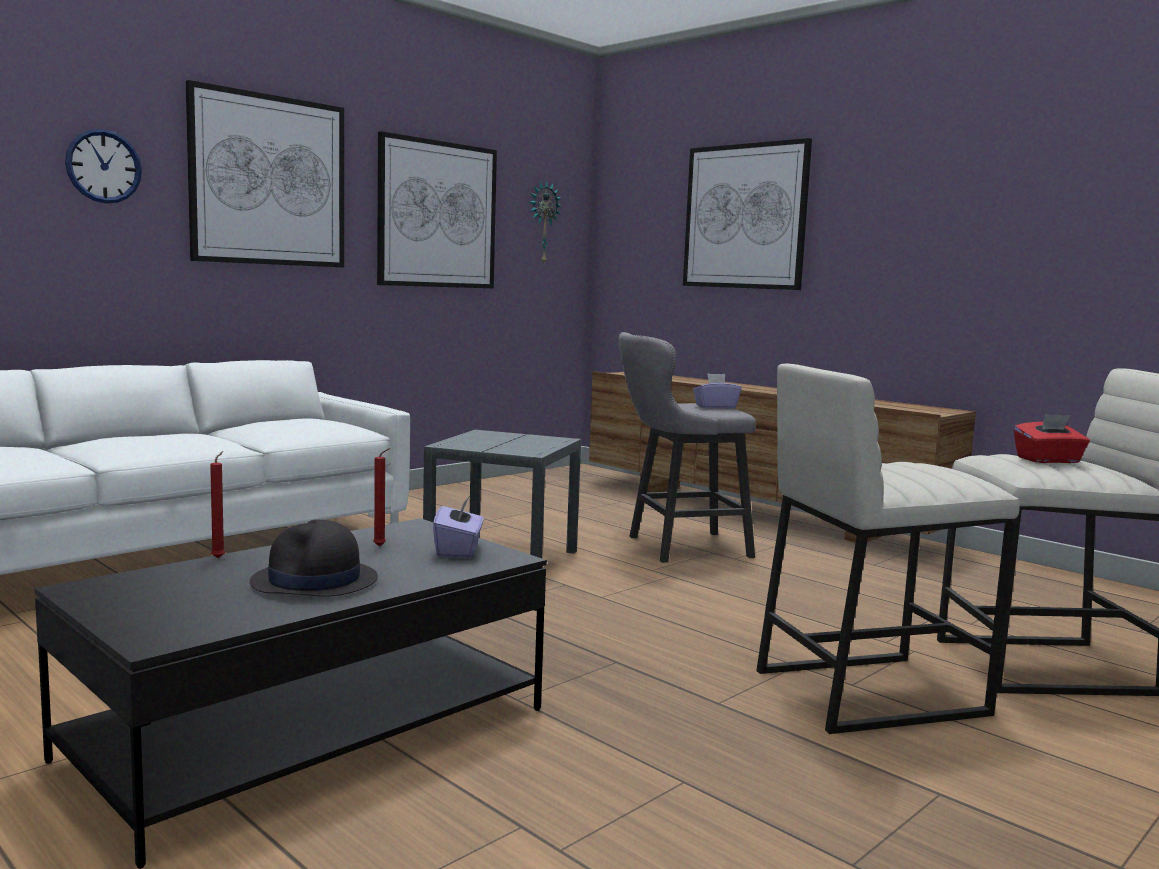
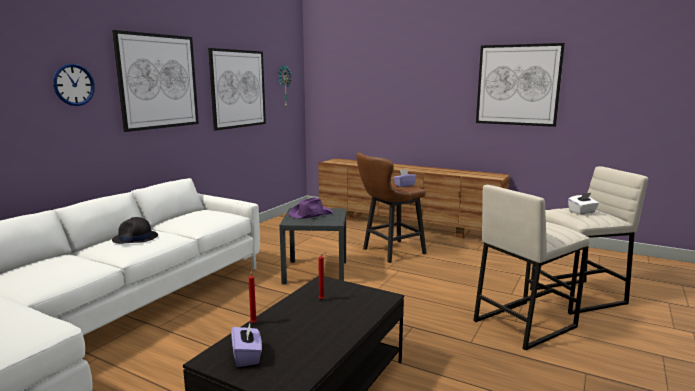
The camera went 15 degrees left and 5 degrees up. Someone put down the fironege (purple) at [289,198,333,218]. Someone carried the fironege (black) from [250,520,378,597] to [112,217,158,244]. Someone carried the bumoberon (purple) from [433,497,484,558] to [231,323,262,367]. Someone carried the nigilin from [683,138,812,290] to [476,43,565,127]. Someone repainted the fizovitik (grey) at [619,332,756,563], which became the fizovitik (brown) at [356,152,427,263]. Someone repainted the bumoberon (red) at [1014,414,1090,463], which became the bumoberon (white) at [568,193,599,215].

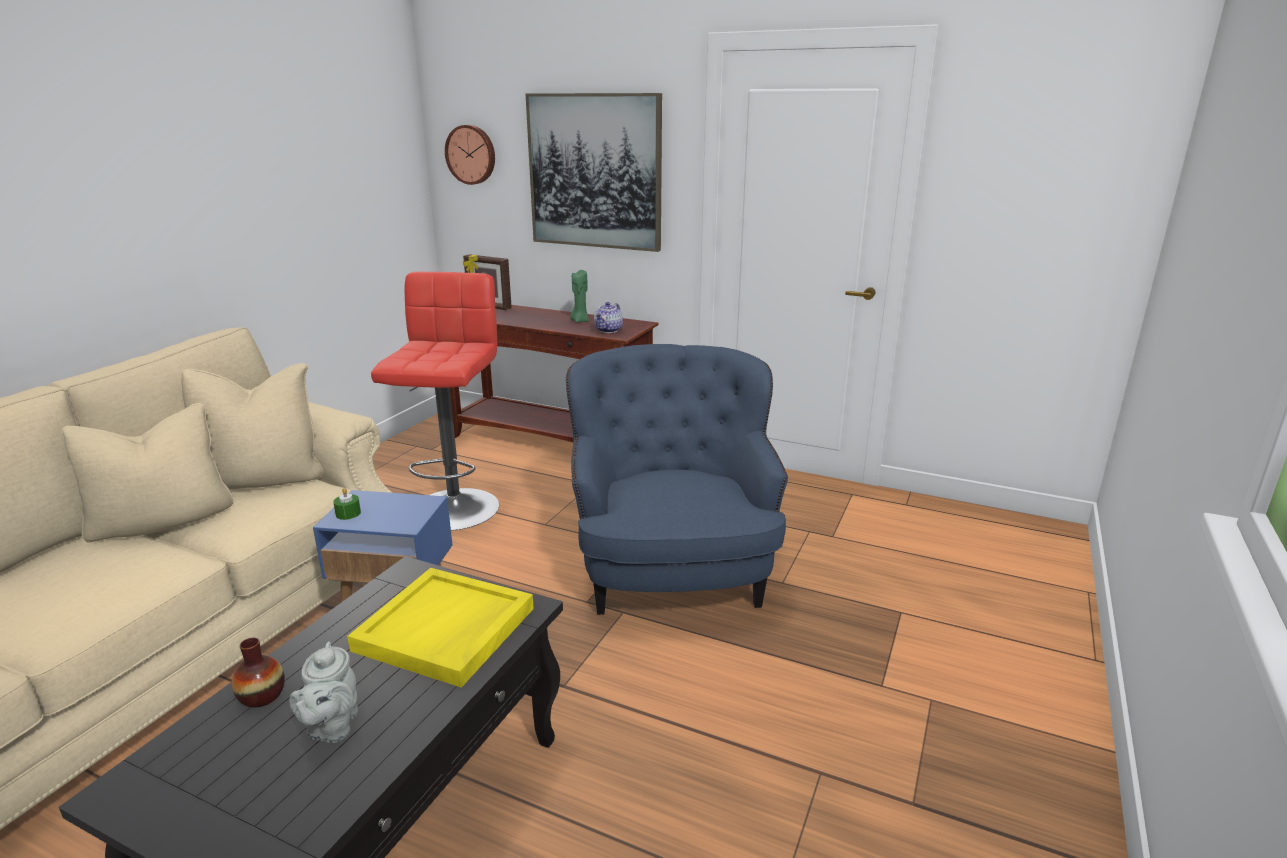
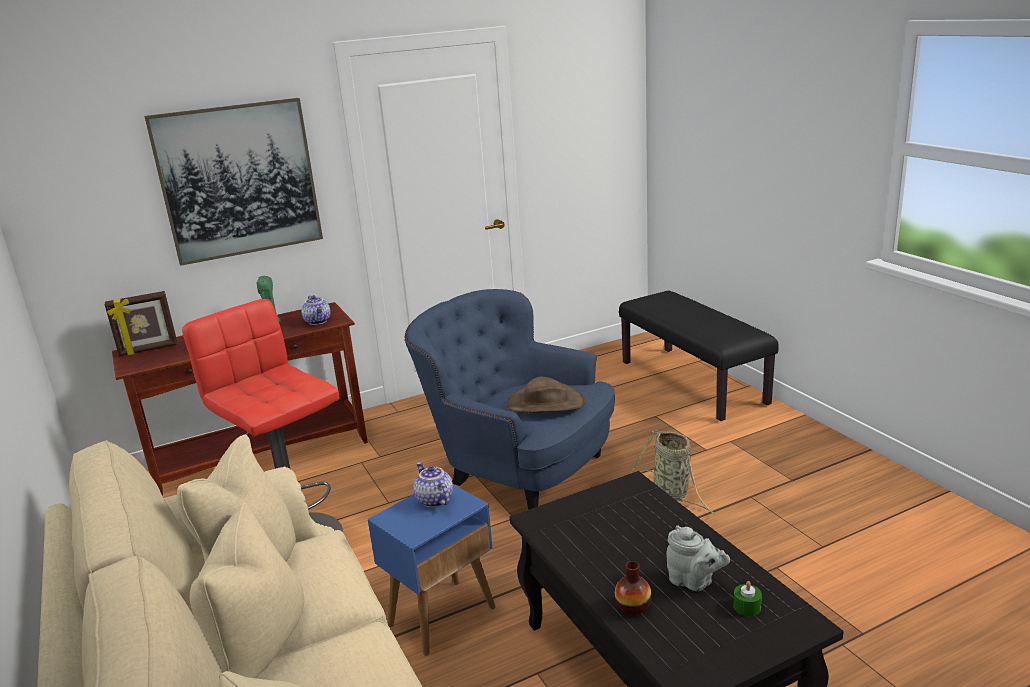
The camera went 50 degrees left and 0 degrees up. Someone took away the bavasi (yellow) at [347,568,534,688]. Someone took away the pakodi at [445,125,495,185]. Someone put down the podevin at [414,462,453,508]. Someone put down the fironege (brown) at [507,377,585,412]. Someone put down the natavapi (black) at [619,291,779,421]. Someone put down the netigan at [630,430,715,513]. Someone carried the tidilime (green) from [333,488,361,520] to [733,581,762,616].

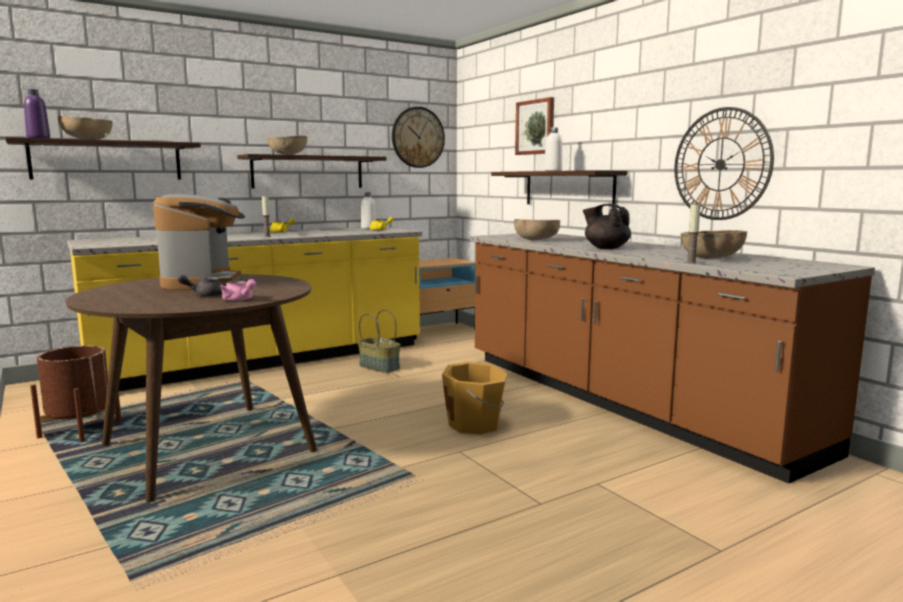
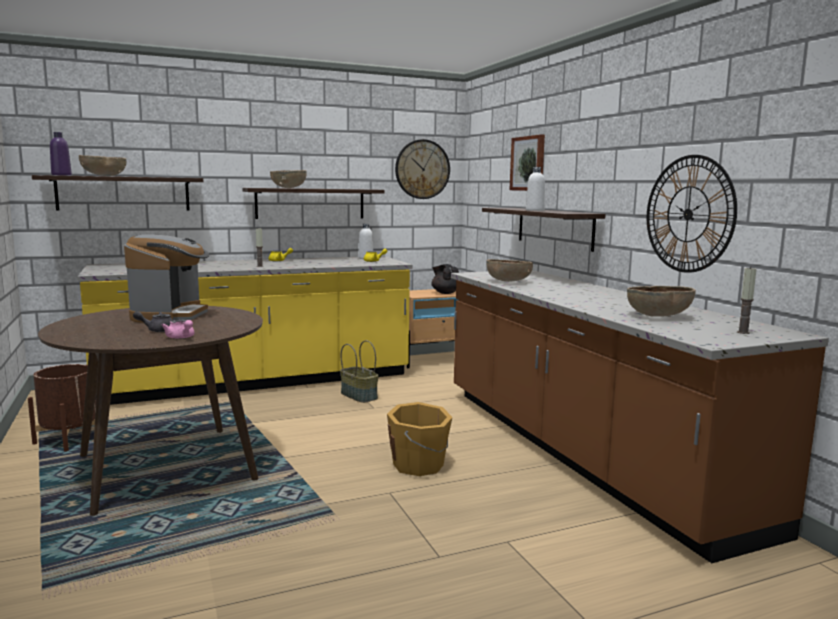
The camera went 10 degrees right and 0 degrees up. Someone carried the podevin (black) from [583,204,631,249] to [431,264,459,294]. Someone carried the tidilime from [686,203,701,264] to [737,267,756,334].

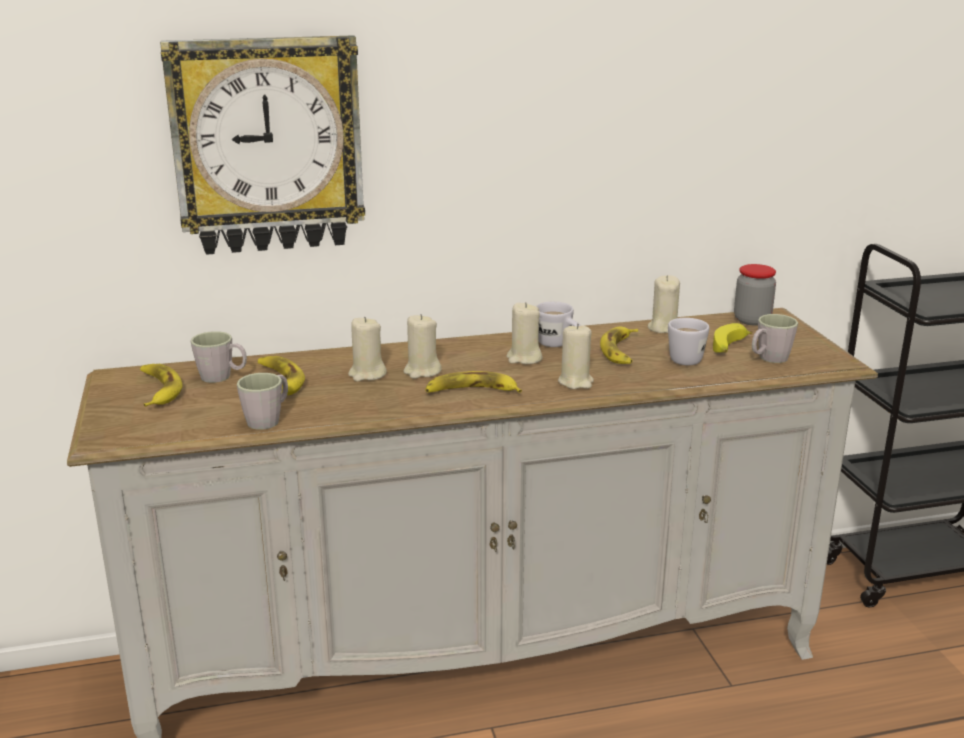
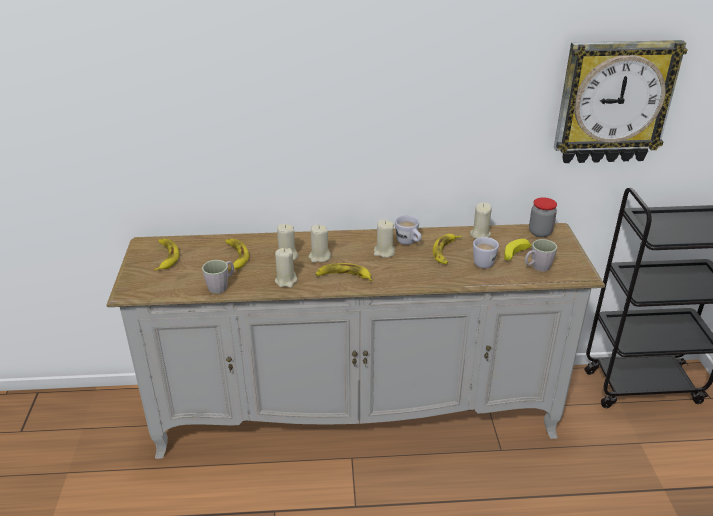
The camera went 10 degrees right and 10 degrees up. Someone took away the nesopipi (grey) at [190,331,247,383]. Someone carried the pakodi from [160,35,365,255] to [554,40,688,163]. Someone carried the tidilime (beige) from [558,323,594,389] to [275,248,297,287].

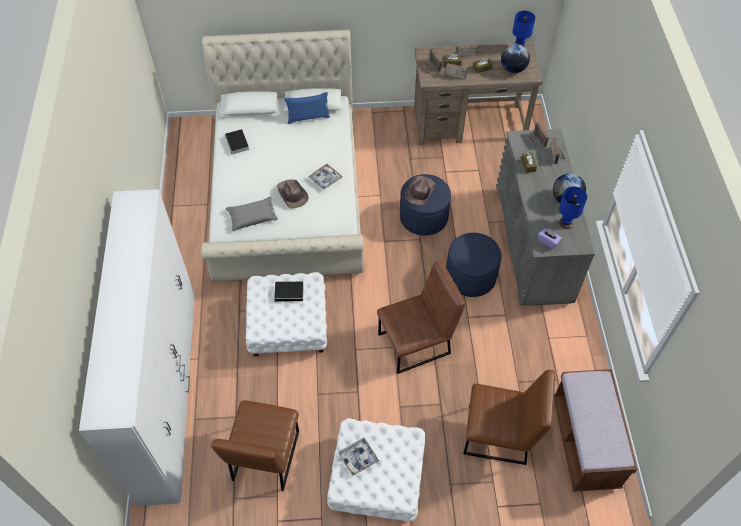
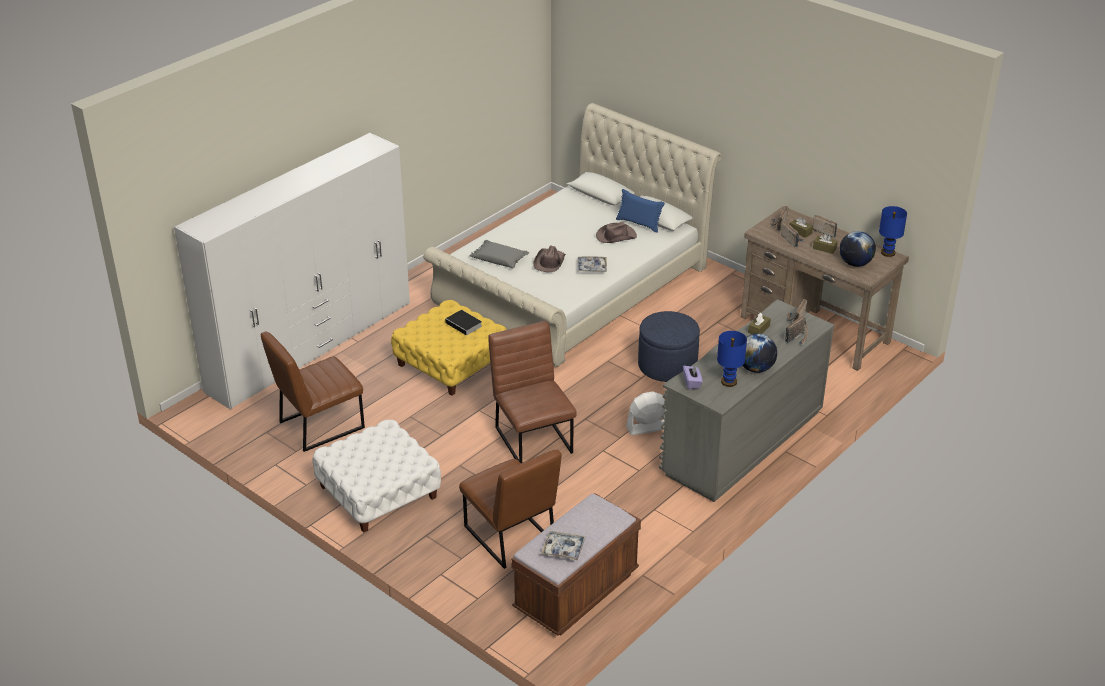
The camera went 45 degrees right and 20 degrees down. Someone took away the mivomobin at [225,129,249,157]. Someone carried the bavasi from [338,437,379,476] to [541,531,586,561]. Someone carried the fironege (brown) from [405,176,436,205] to [596,222,637,243]. Someone swapped the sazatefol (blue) at [446,233,502,297] for the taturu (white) at [626,391,665,435]. Someone repainted the sazatefol (white) at [246,272,327,356], which became the sazatefol (yellow) at [391,300,507,396]. Someone rotated the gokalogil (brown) at [377,260,465,374] by 135 degrees counterclockwise.

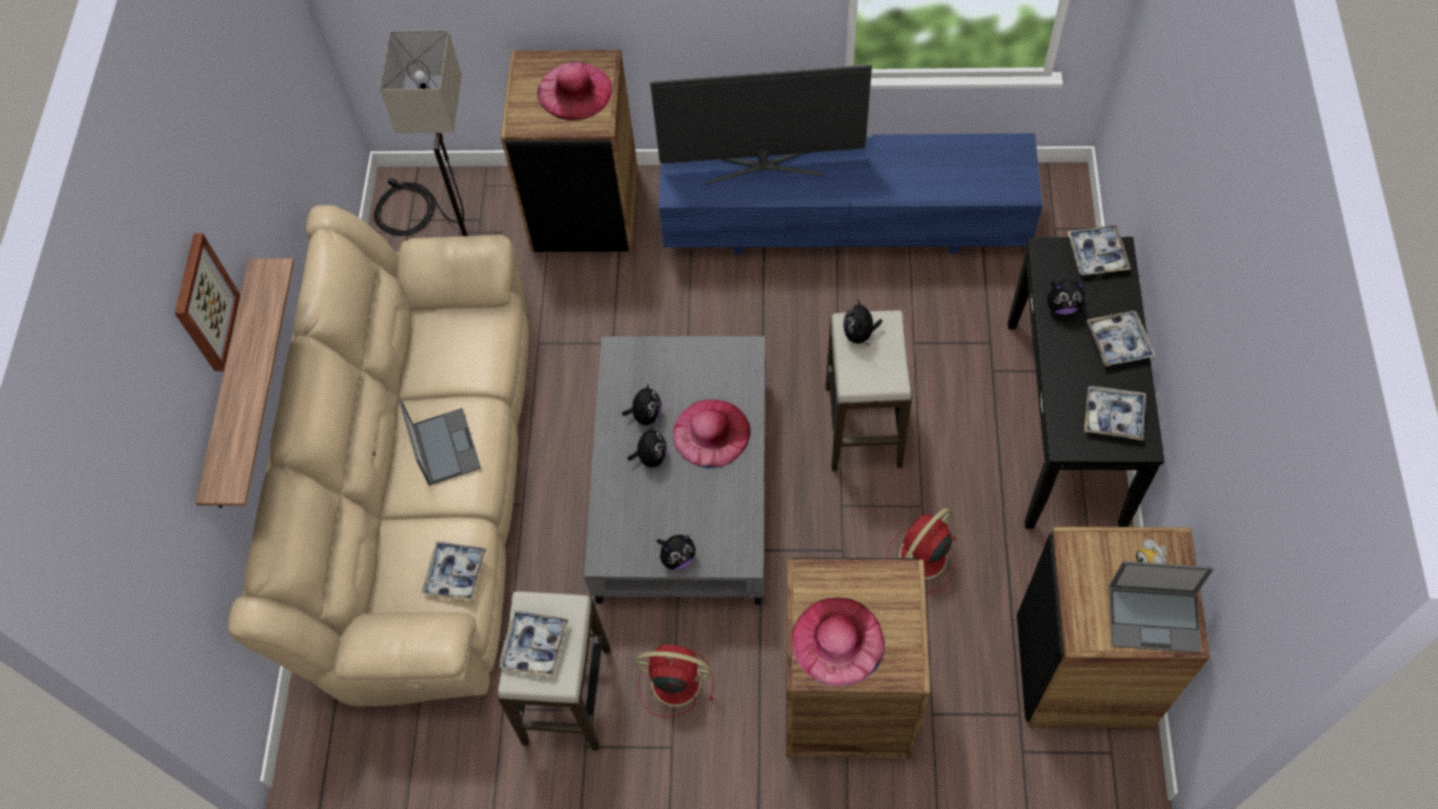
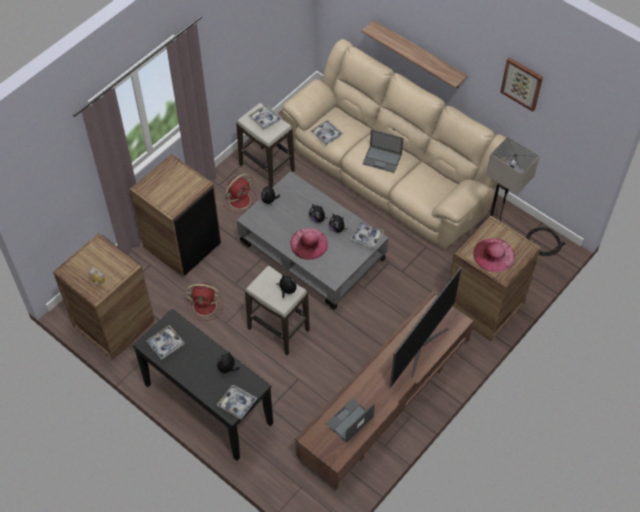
The camera went 125 degrees right and 5 degrees down. Someone took away the fironege (pink) at [791,597,885,687]. Someone carried the nigilin from [175,233,240,371] to [500,57,543,112]. Someone carried the bavasi from [1087,311,1156,367] to [350,221,384,249]. Someone carried the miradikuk from [1109,561,1214,653] to [325,398,375,443]. Someone repainted the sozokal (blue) at [659,133,1043,254], which became the sozokal (brown) at [295,292,474,489]. Someone rotated the taturu (red) at [887,508,957,593] by 105 degrees clockwise.

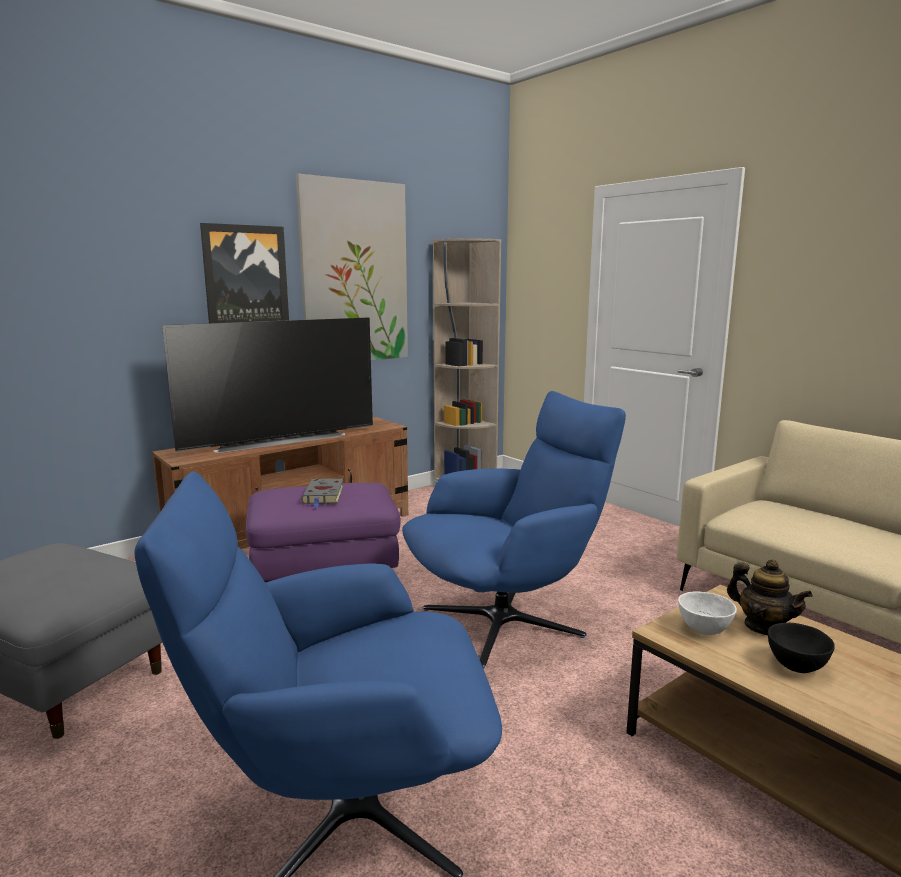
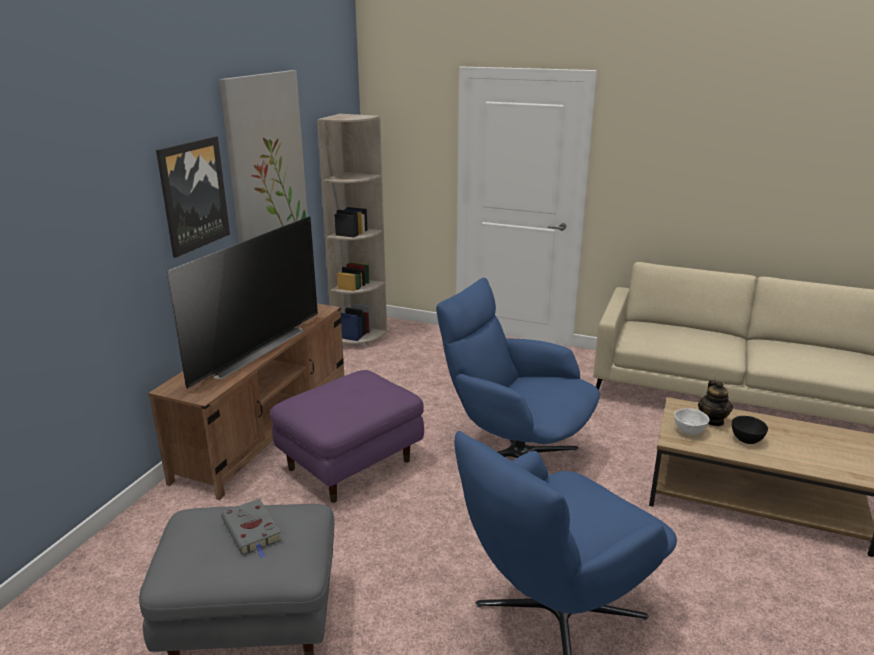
The camera went 30 degrees left and 10 degrees up. Someone carried the mivomobin (grey) from [302,478,344,508] to [221,499,282,558]. Someone rotated the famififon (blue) at [402,391,626,669] by 90 degrees counterclockwise. Someone rotated the podevin at [727,560,813,635] by 75 degrees clockwise.

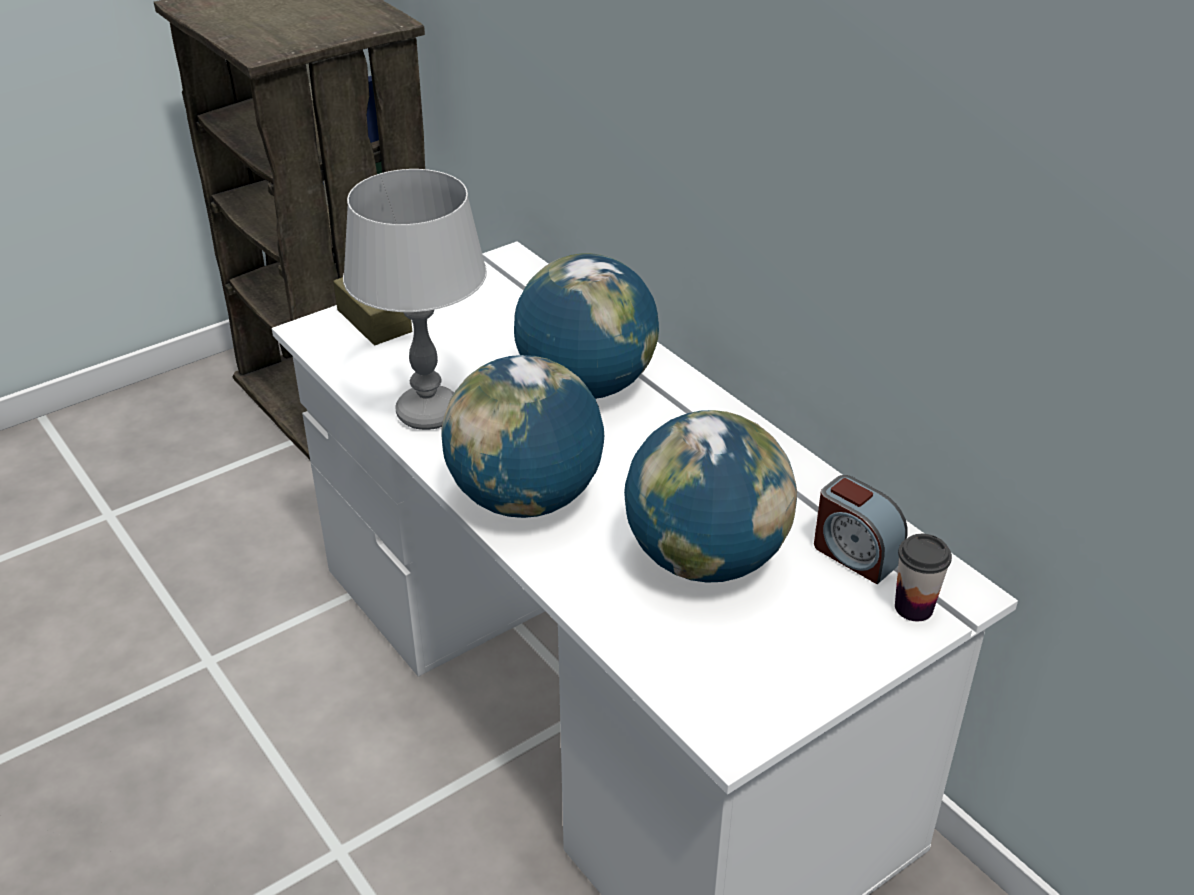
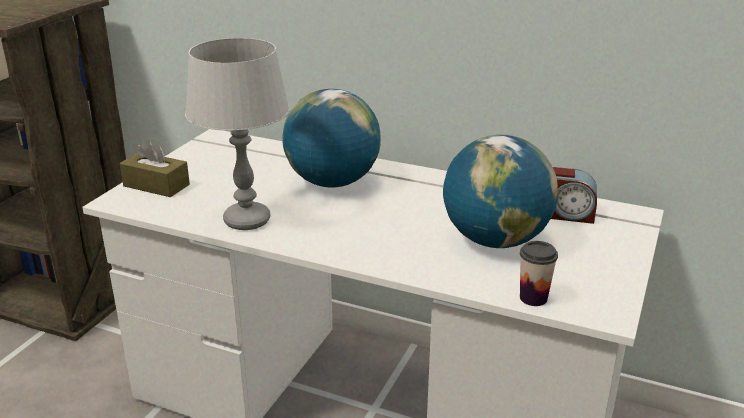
The camera went 30 degrees left and 10 degrees down. Someone took away the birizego at [442,355,604,518]. Someone carried the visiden from [895,534,952,621] to [520,241,558,306].

